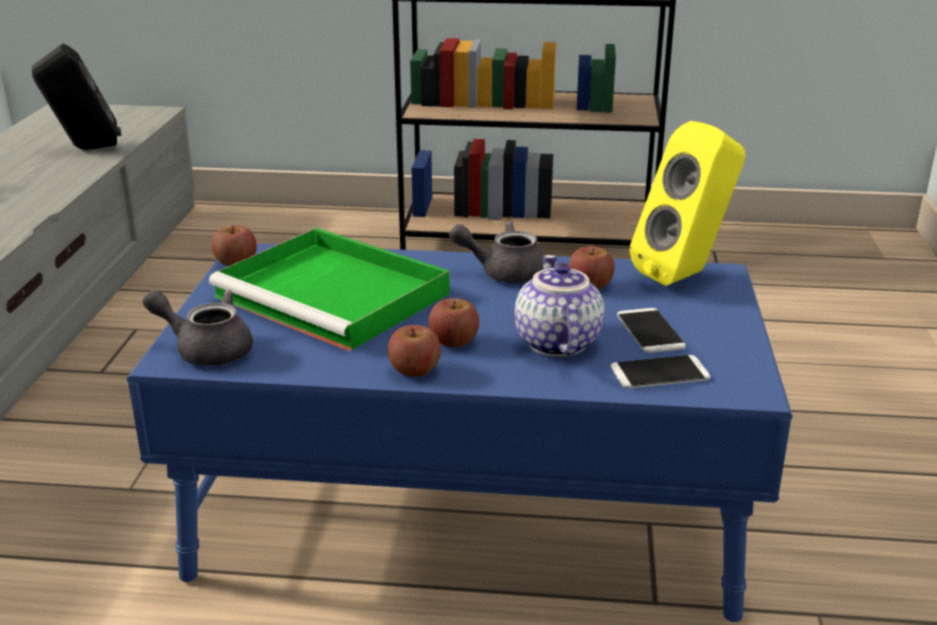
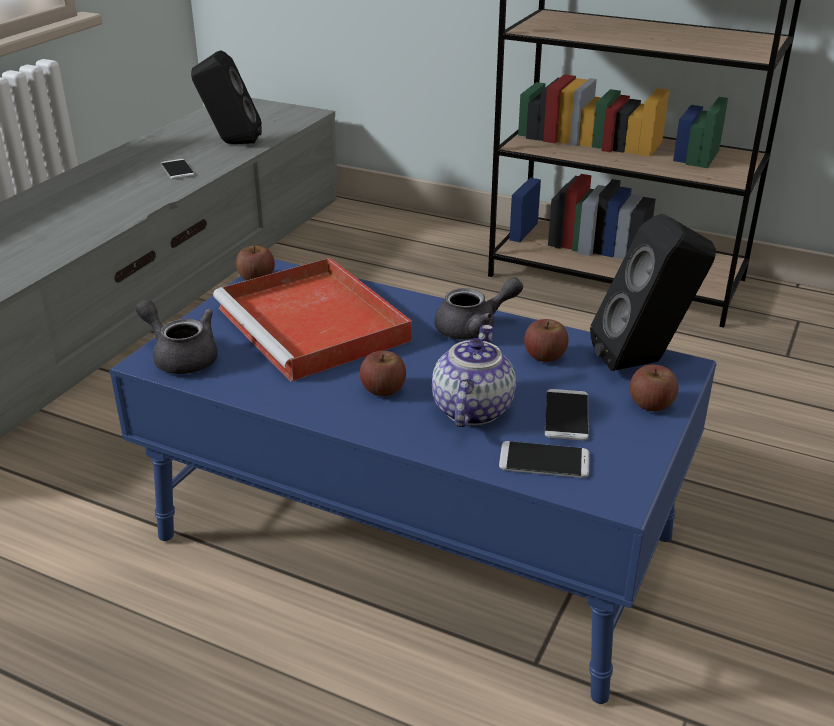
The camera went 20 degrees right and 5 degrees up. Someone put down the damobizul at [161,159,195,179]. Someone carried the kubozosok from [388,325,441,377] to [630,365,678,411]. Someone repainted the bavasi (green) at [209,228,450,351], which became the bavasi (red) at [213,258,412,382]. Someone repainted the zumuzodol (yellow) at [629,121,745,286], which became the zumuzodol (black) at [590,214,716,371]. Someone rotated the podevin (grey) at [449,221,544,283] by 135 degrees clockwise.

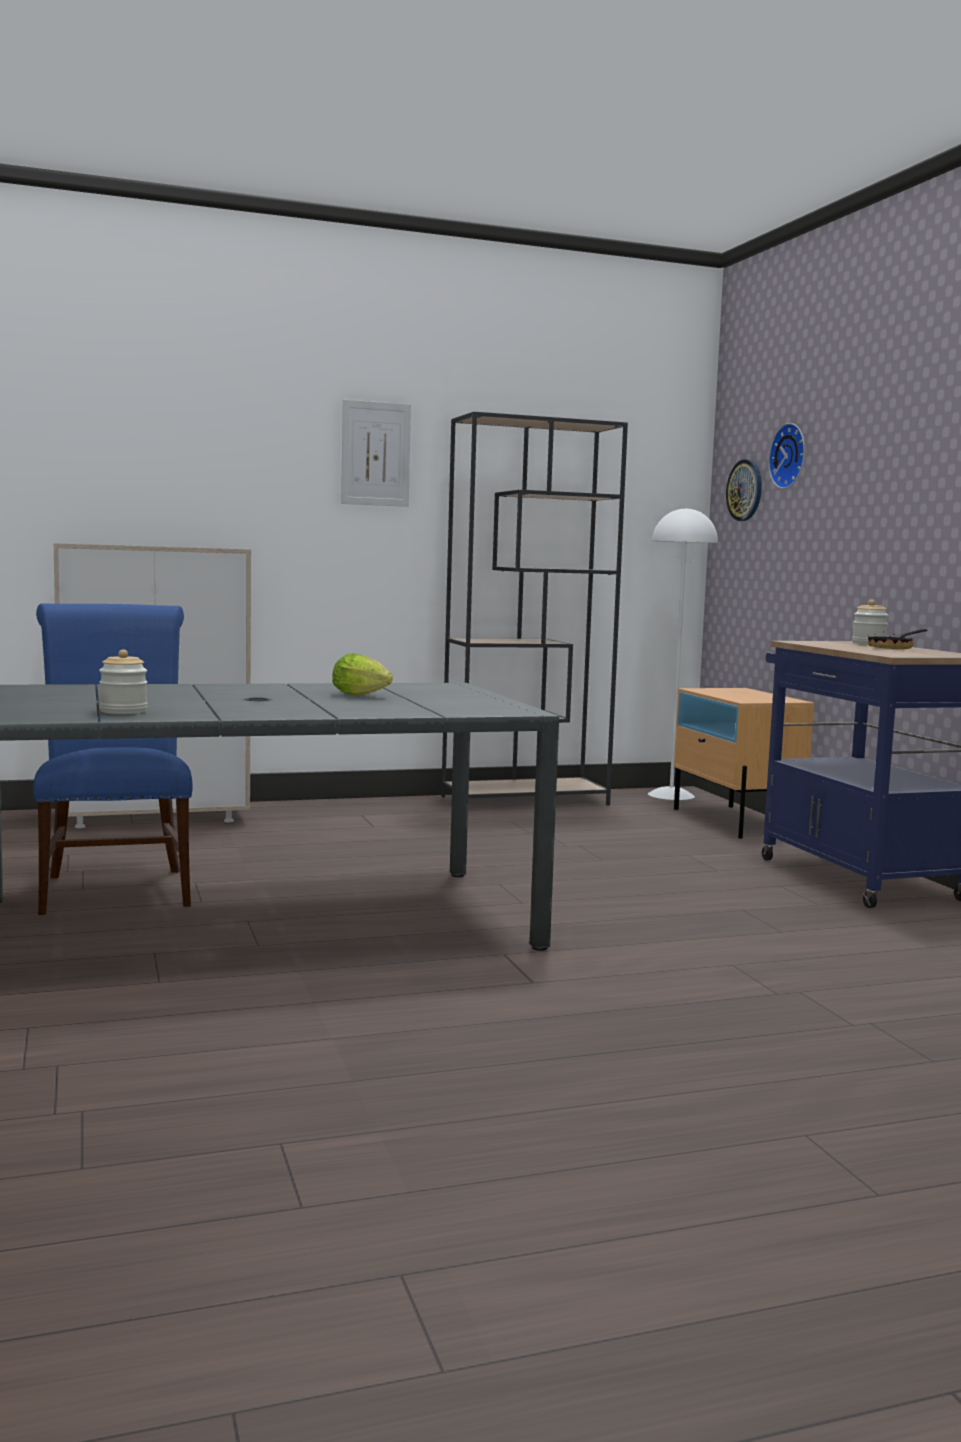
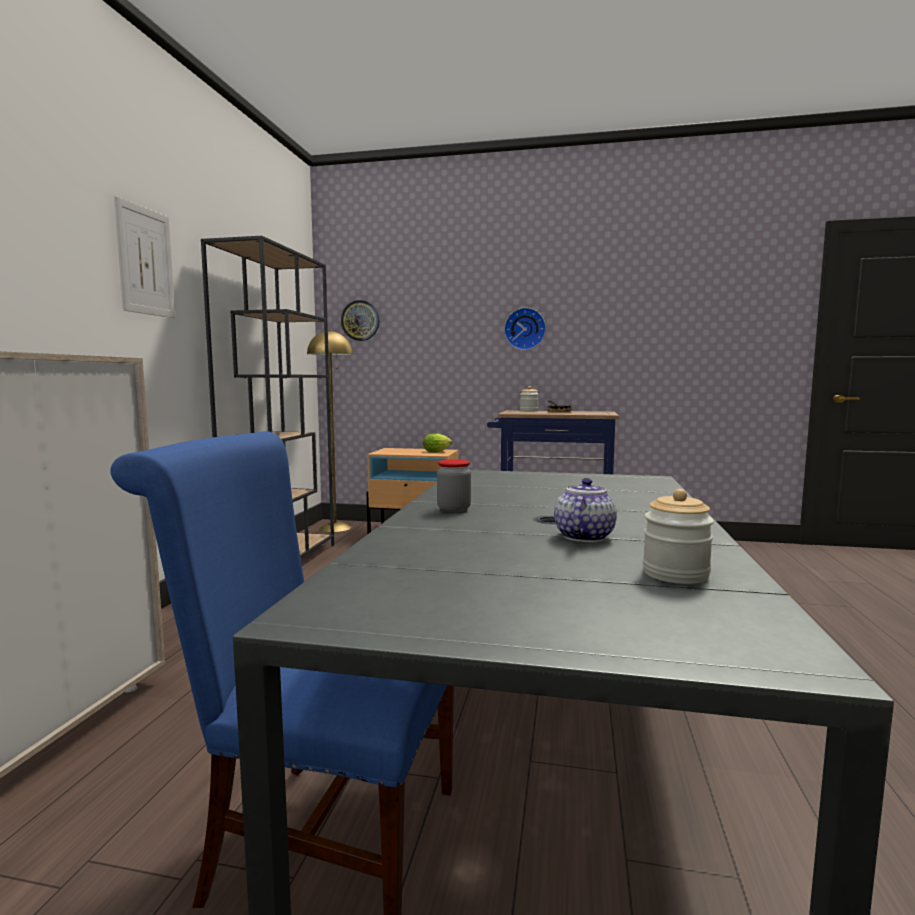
The camera went 60 degrees left and 0 degrees up. Someone put down the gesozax at [437,459,471,512]. Someone put down the podevin at [554,478,617,542]. Someone carried the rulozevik from [332,653,393,695] to [423,433,452,452]. Someone carried the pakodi from [768,423,805,489] to [504,307,546,350]. Someone repainted the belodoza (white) at [648,507,718,800], which became the belodoza (yellow) at [307,330,353,532].

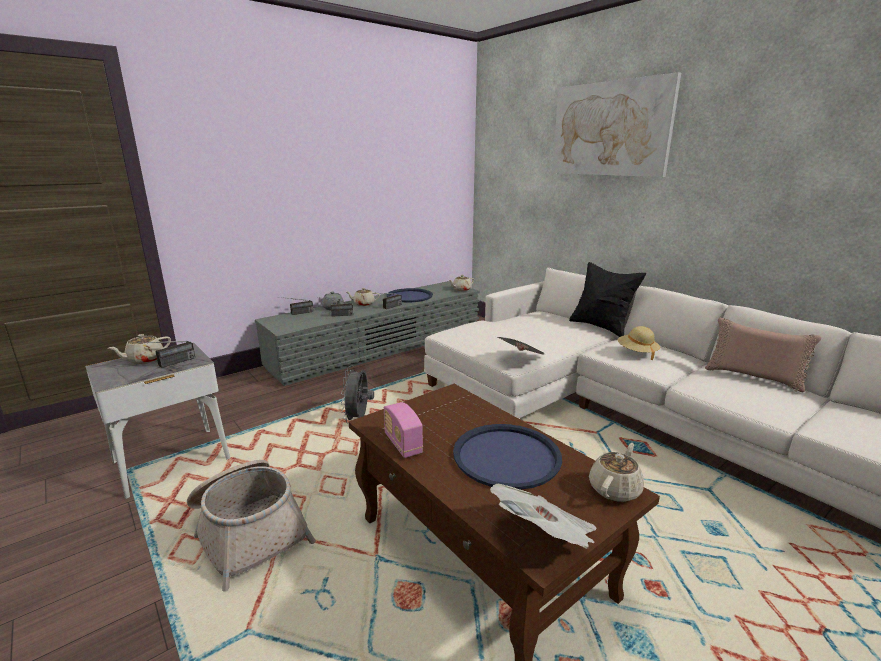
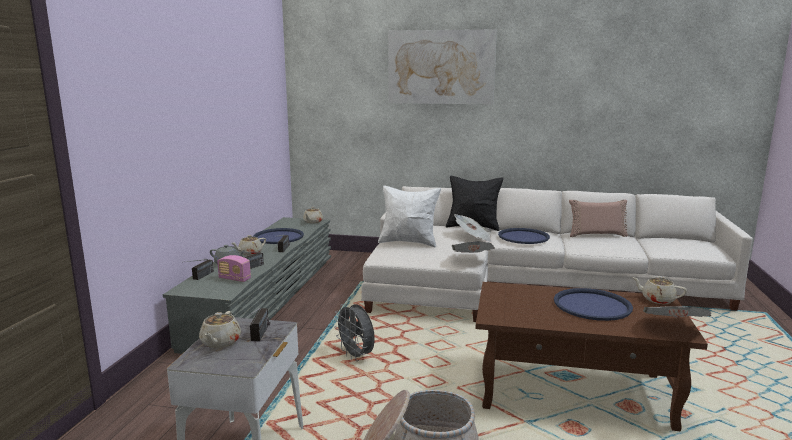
The camera went 40 degrees left and 5 degrees down. Someone put down the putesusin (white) at [378,185,441,247]. Someone put down the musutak at [454,214,492,242]. Someone carried the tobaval from [384,402,423,458] to [217,255,251,282]. Someone swapped the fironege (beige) at [618,326,660,360] for the bavasi (blue) at [498,228,550,244]. Someone rotated the podevin (beige) at [589,443,644,502] by 60 degrees counterclockwise.

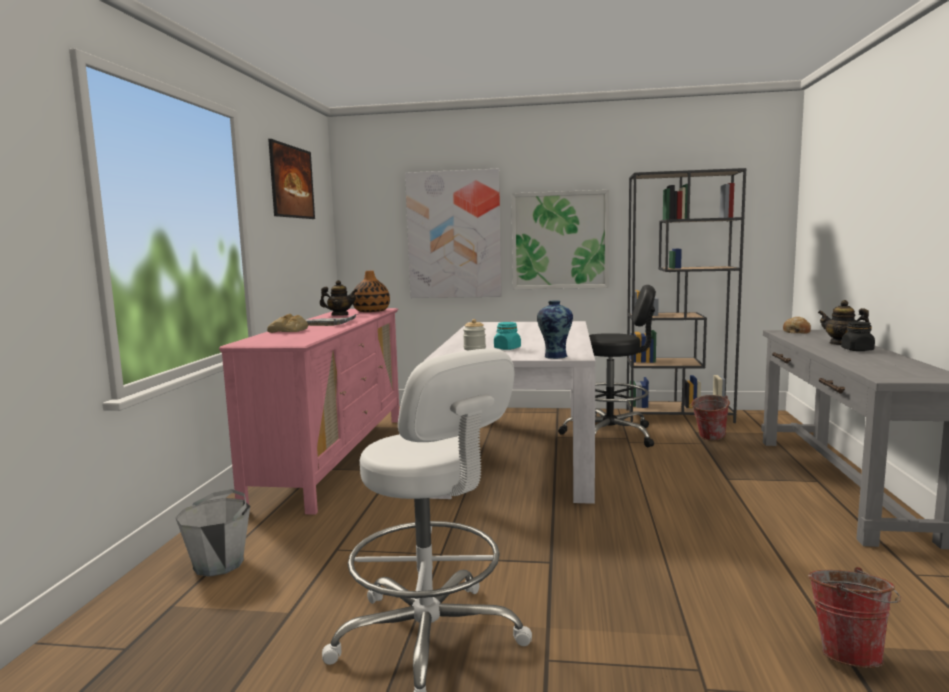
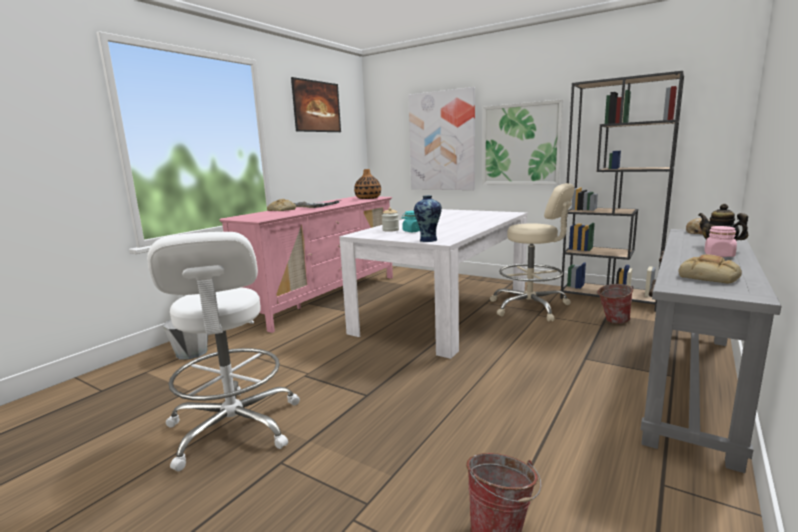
The camera went 25 degrees right and 5 degrees up. Someone took away the podevin at [320,280,358,316]. Someone put down the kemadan at [679,254,742,284]. Someone repainted the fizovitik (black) at [558,285,656,447], which became the fizovitik (beige) at [490,183,575,321]. Someone repainted the gesozax (black) at [841,321,875,351], which became the gesozax (pink) at [704,226,737,257].

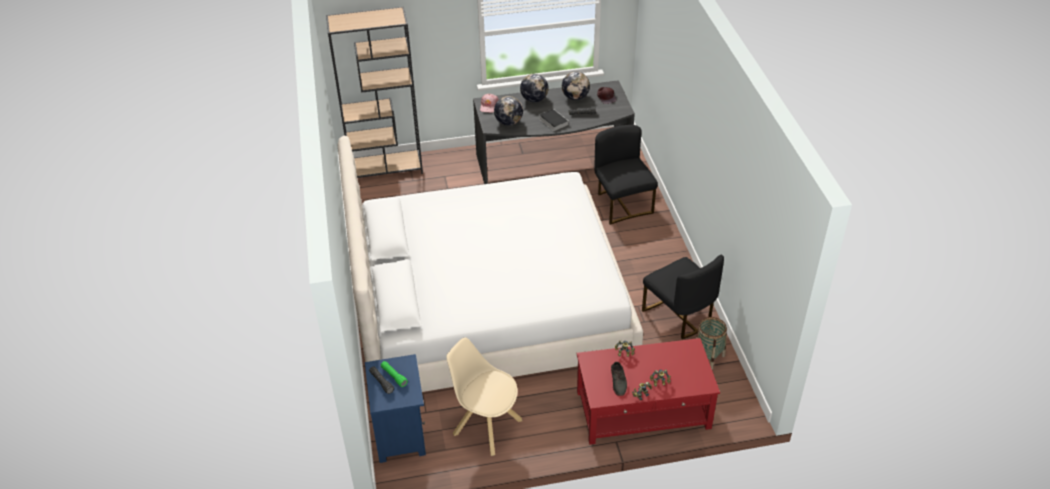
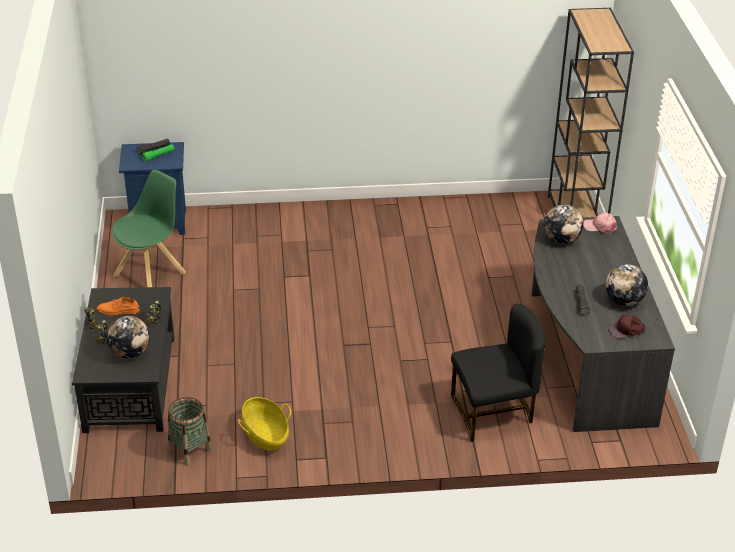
The camera went 95 degrees right and 5 degrees down. Someone took away the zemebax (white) at [338,136,643,392]. Someone took away the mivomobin at [539,109,569,131]. Someone carried the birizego from [520,74,549,103] to [107,316,150,358]. Someone swapped the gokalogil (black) at [642,255,724,339] for the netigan at [238,397,291,451]. Someone repainted the gokalogil (beige) at [447,338,522,456], which became the gokalogil (green) at [112,170,186,287]. Someone repainted the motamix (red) at [577,338,720,445], which became the motamix (black) at [72,287,174,433]. Someone repainted the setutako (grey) at [611,362,627,396], which became the setutako (orange) at [97,296,140,316].

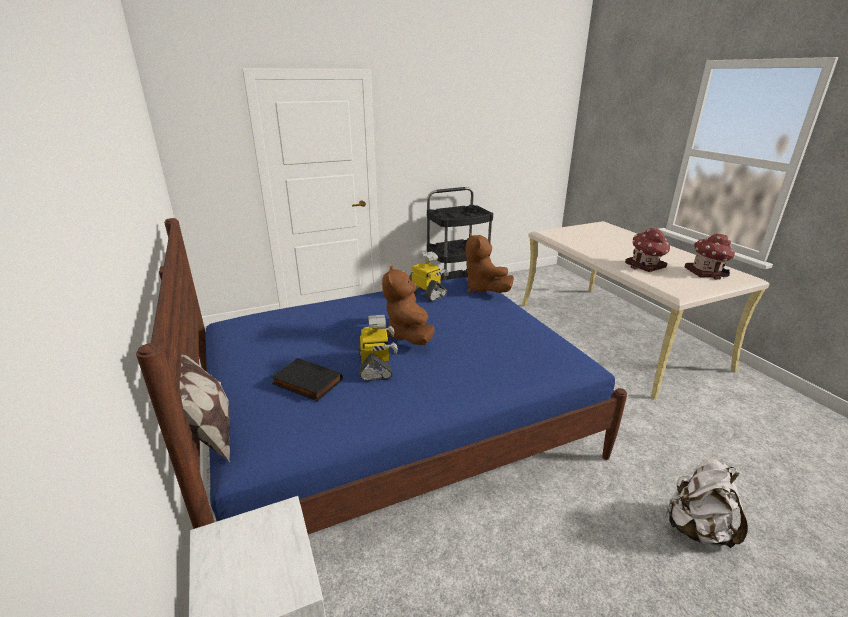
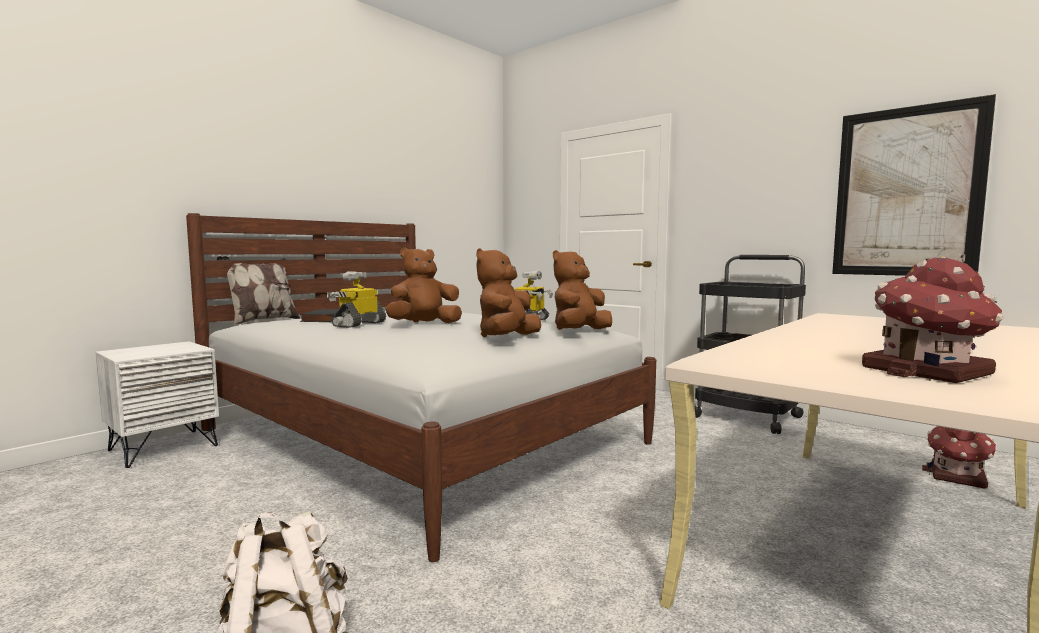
The camera went 65 degrees right and 20 degrees down. Someone put down the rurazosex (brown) at [476,248,541,337]. Someone put up the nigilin at [832,94,996,276]. Someone carried the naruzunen from [625,228,670,272] to [922,426,996,489]. Someone repainted the zemebax (blue) at [136,218,627,534], which became the zemebax (white) at [186,213,656,562]. Someone rotated the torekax at [358,315,398,381] by 150 degrees clockwise.

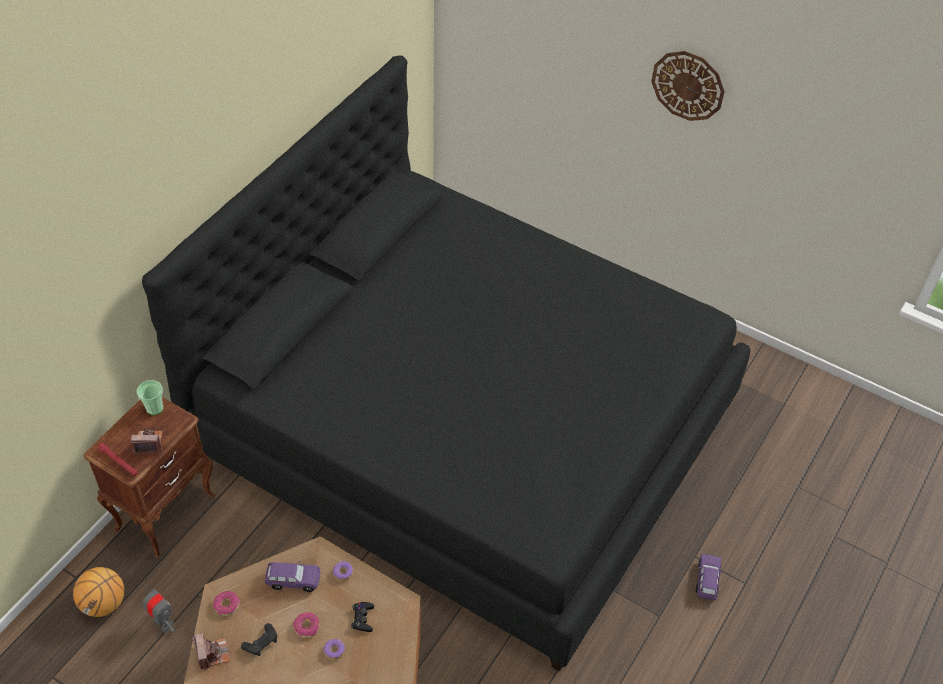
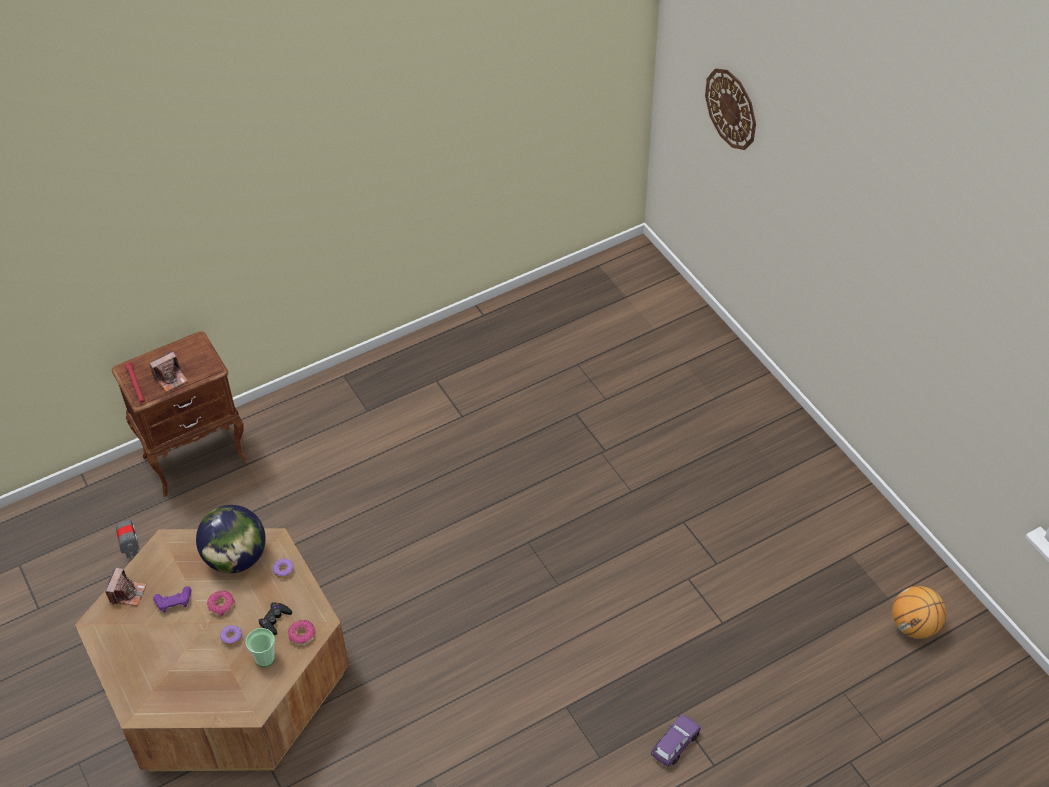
The camera went 30 degrees right and 0 degrees up. Someone took away the zemebax (black) at [142,55,751,672]. Someone carried the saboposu from [73,567,124,617] to [892,586,946,639]. Someone carried the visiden from [137,380,163,415] to [246,628,275,667]. Someone carried the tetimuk from [213,591,240,616] to [288,620,315,645]. Someone carried the pakodi from [651,51,725,121] to [705,69,756,150]. Someone swapped the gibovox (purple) at [265,561,320,592] for the birizego at [196,505,266,573]. Someone repainted the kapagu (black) at [241,623,277,656], which became the kapagu (purple) at [153,586,191,613]. Someone rotated the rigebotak at [131,427,163,454] by 120 degrees clockwise.

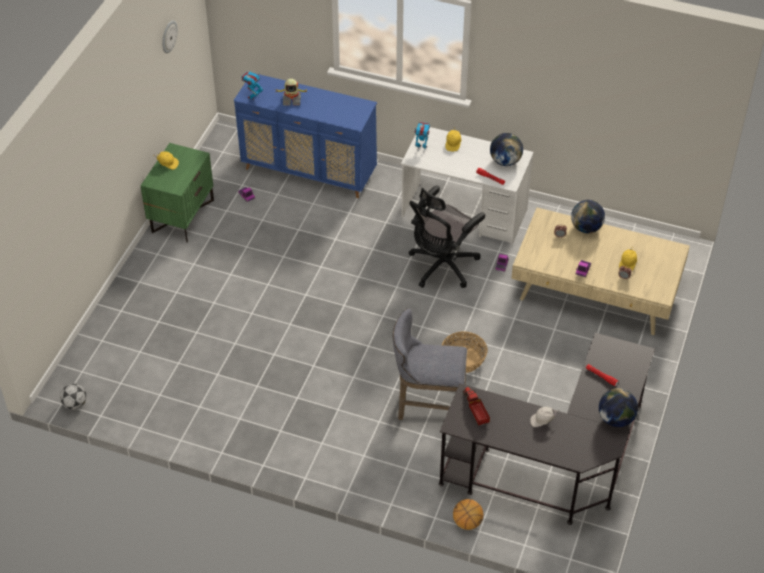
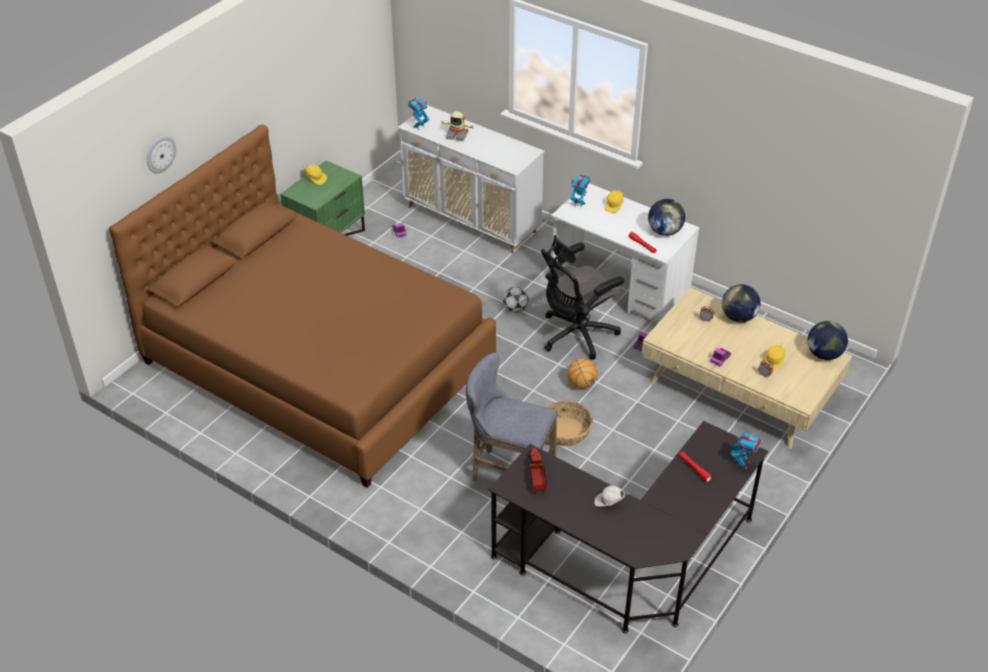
The camera went 15 degrees right and 5 degrees down. Someone put down the zemebax (brown) at [109,125,496,488]. Someone put down the torekax at [730,430,762,470]. Someone carried the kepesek from [60,384,87,410] to [503,287,529,313]. Someone carried the pakodi from [162,20,178,53] to [147,136,176,174]. Someone carried the saboposu from [453,499,483,530] to [567,358,597,389]. Someone carried the birizego from [599,388,638,427] to [808,321,848,360]. Someone repainted the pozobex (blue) at [233,73,377,198], which became the pozobex (white) at [399,105,545,254].

